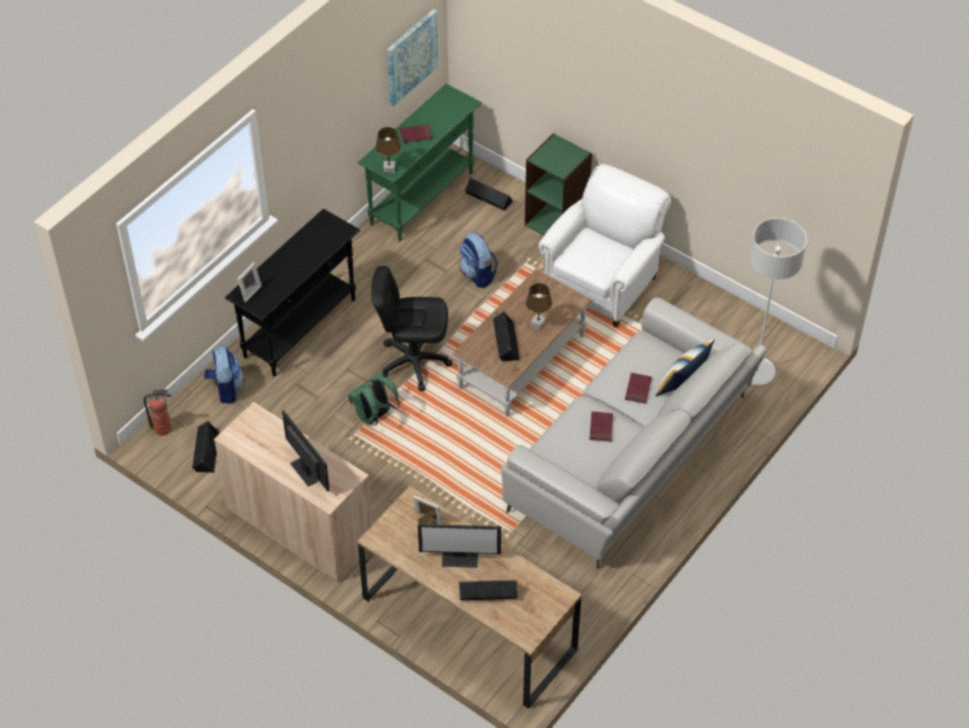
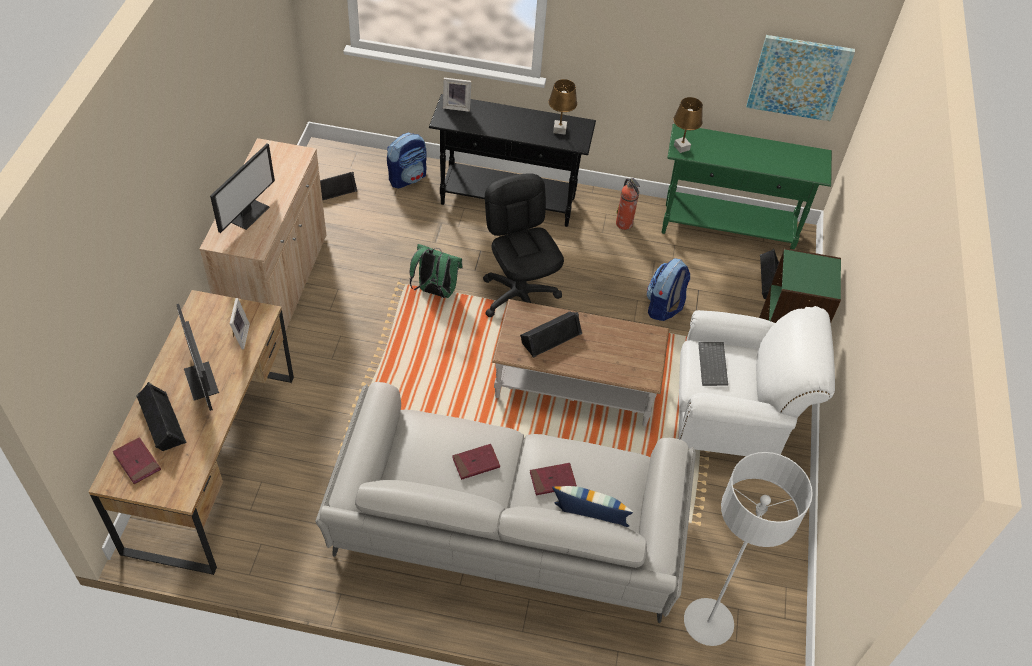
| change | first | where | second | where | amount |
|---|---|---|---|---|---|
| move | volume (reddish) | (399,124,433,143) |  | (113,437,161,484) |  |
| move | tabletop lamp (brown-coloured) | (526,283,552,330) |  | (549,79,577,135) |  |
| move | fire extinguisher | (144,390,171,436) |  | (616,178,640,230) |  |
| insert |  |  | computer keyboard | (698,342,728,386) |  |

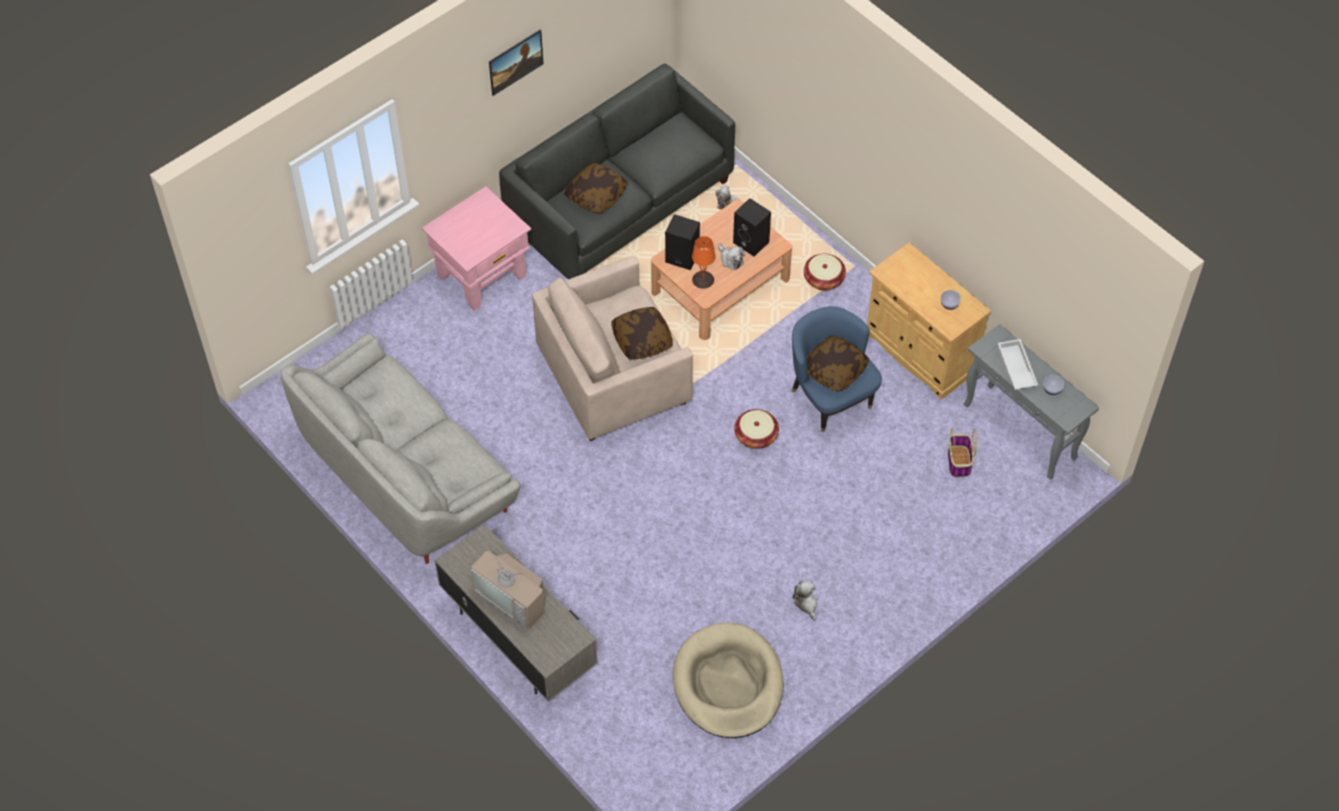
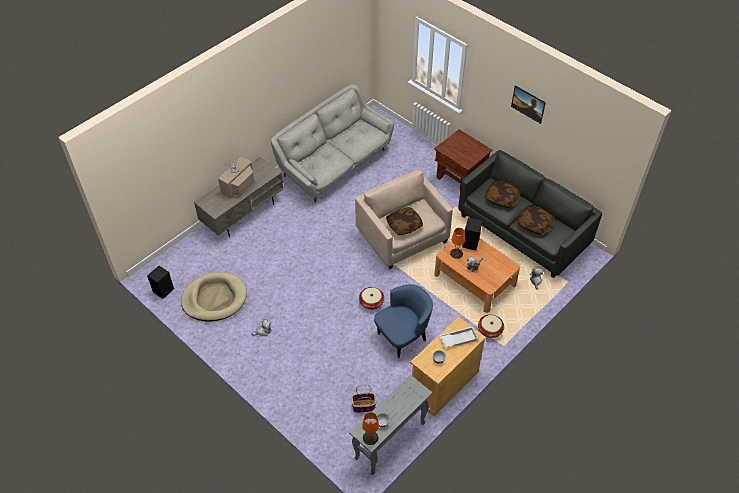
| change | first | where | second | where | amount |
|---|---|---|---|---|---|
| recolor | end table (pinkish) | (422,186,532,311) | end table (brown-coloured) | (434,129,493,190) |  |
| move | loudspeaker (black) | (733,198,771,256) |  | (147,265,174,299) |  |
| move | cushion | (807,336,869,392) |  | (517,205,554,234) |  |
| move | serving tray (white-coloured) | (998,339,1038,390) |  | (439,326,478,348) |  |
| insert |  |  | tabletop lamp (orange-coloured) | (362,412,379,445) |  |

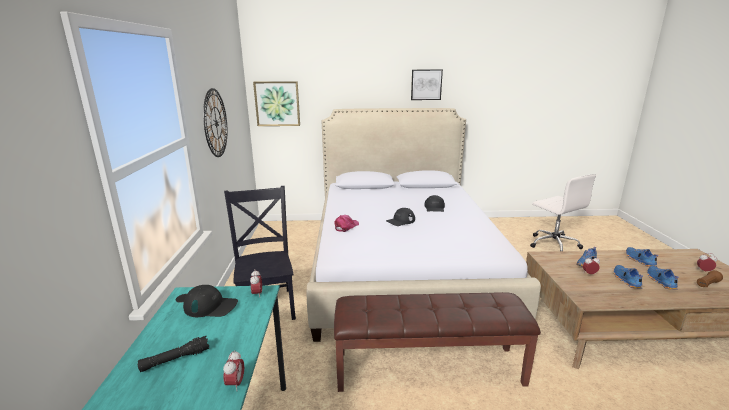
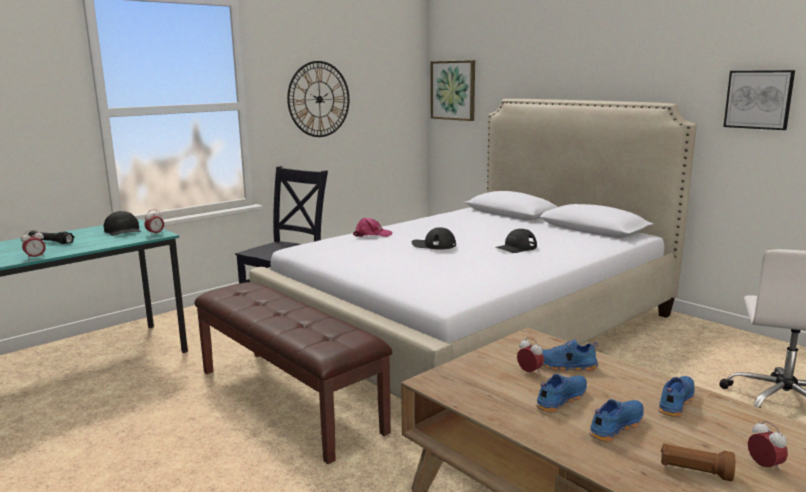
| change | first | where | second | where | amount |
|---|---|---|---|---|---|
| move | wall picture | (411,70,443,100) |  | (723,70,795,130) |  |

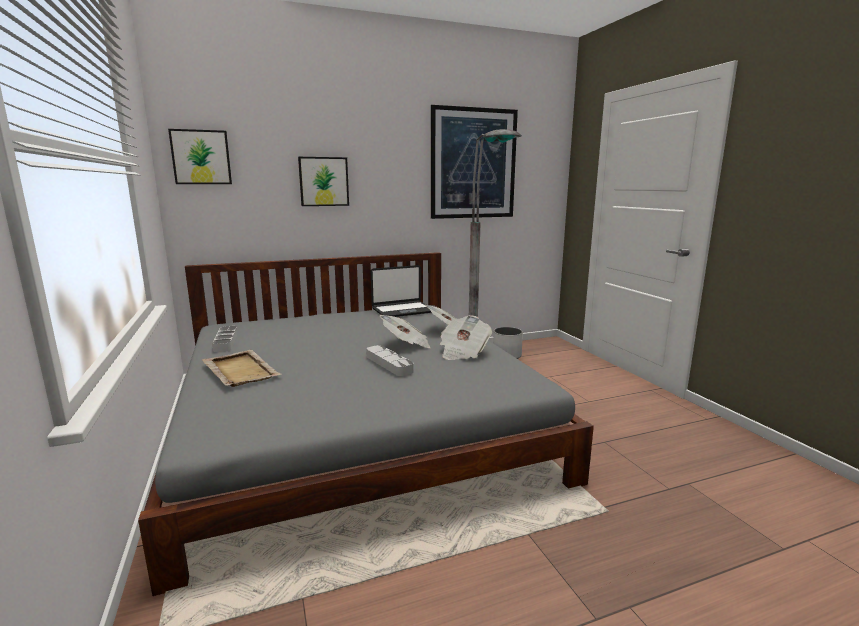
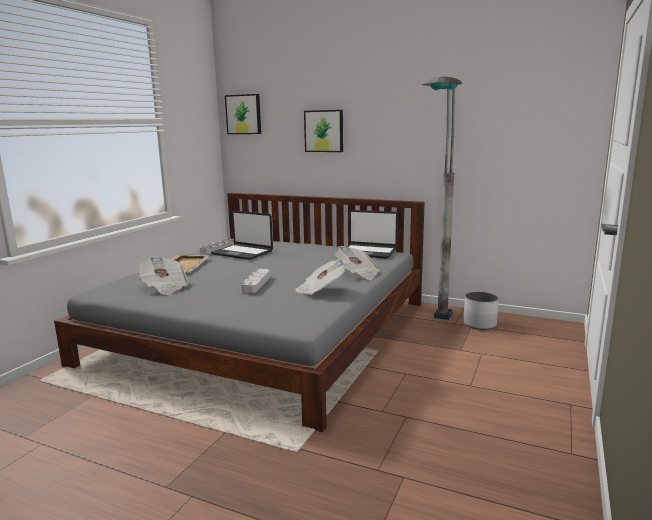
| change | first | where | second | where | amount |
|---|---|---|---|---|---|
| delete | wall picture | (431,105,518,219) |  |  |  |
| move | newspaper | (380,315,430,348) |  | (139,256,188,295) |  |
| insert |  |  | portable computer | (211,211,273,260) |  |

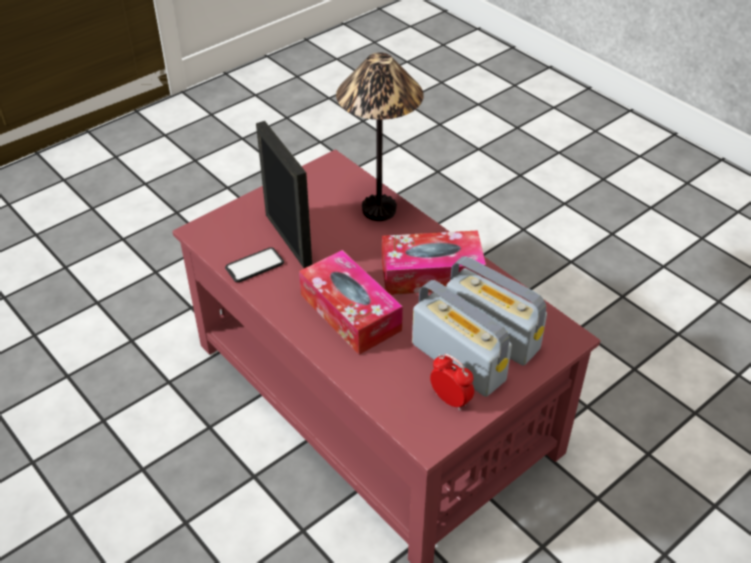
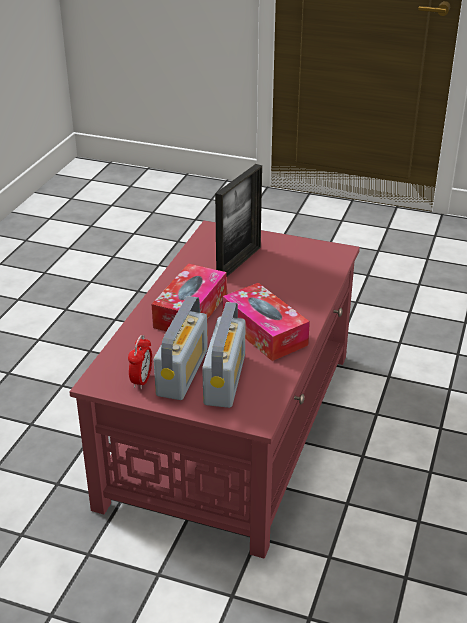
| change | first | where | second | where | amount |
|---|---|---|---|---|---|
| delete | tabletop lamp | (336,52,424,221) |  |  |  |
| delete | telephone | (225,247,284,282) |  |  |  |

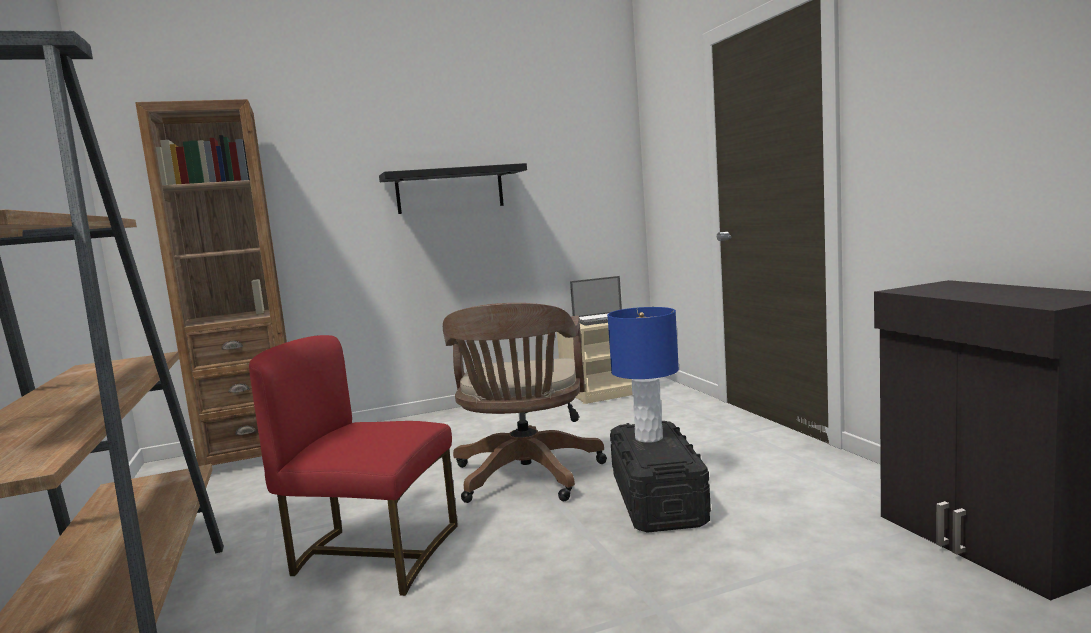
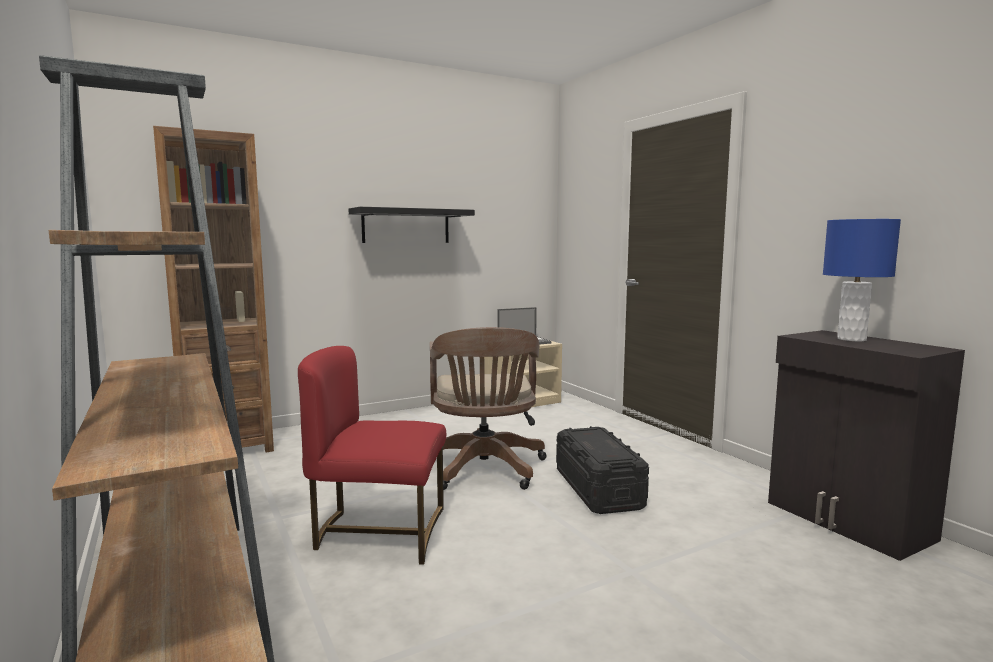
| change | first | where | second | where | amount |
|---|---|---|---|---|---|
| move | tabletop lamp (blue-coloured) | (607,307,679,443) |  | (823,219,901,341) |  |

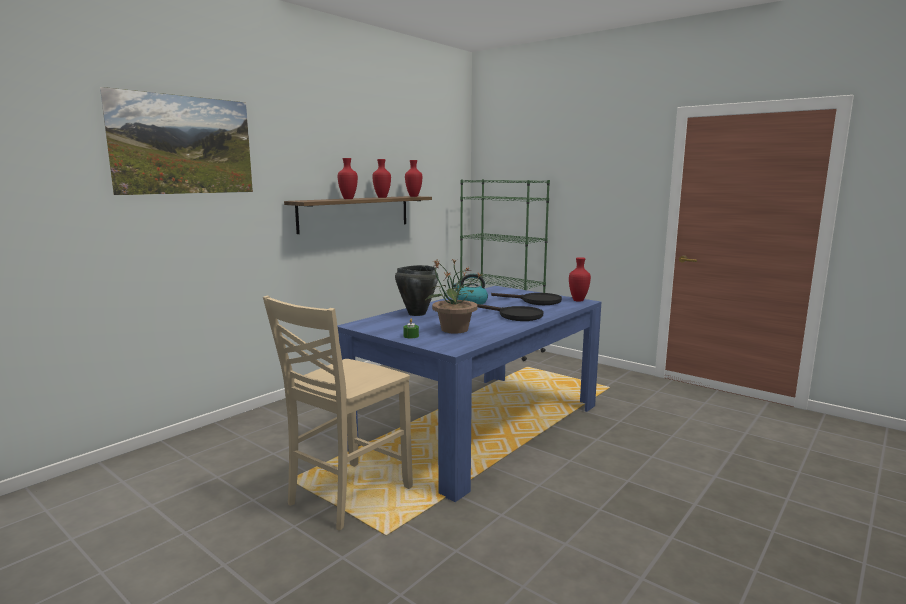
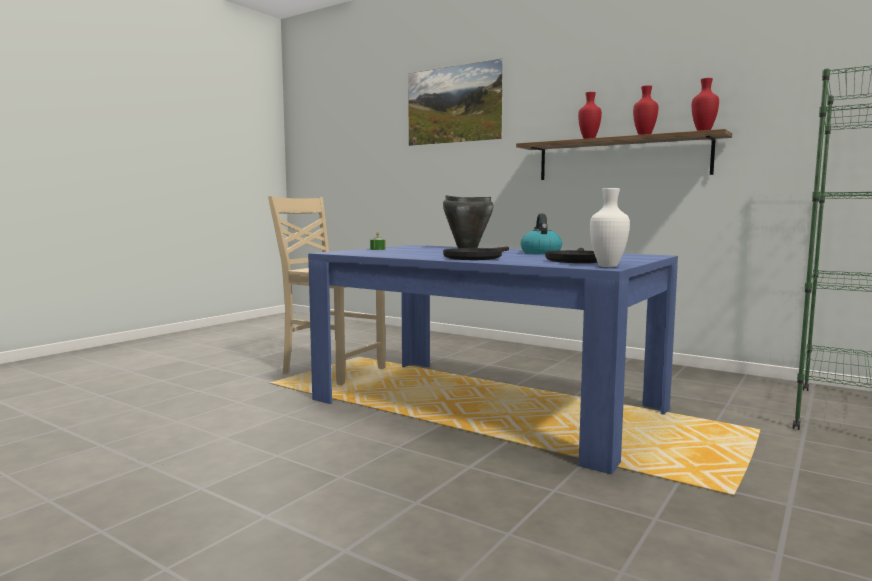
| change | first | where | second | where | amount |
|---|---|---|---|---|---|
| recolor | vase (reddish) | (569,257,591,302) | vase (white-coloured) | (590,188,630,267) |  |
| delete | potted plant | (426,259,483,334) |  |  |  |

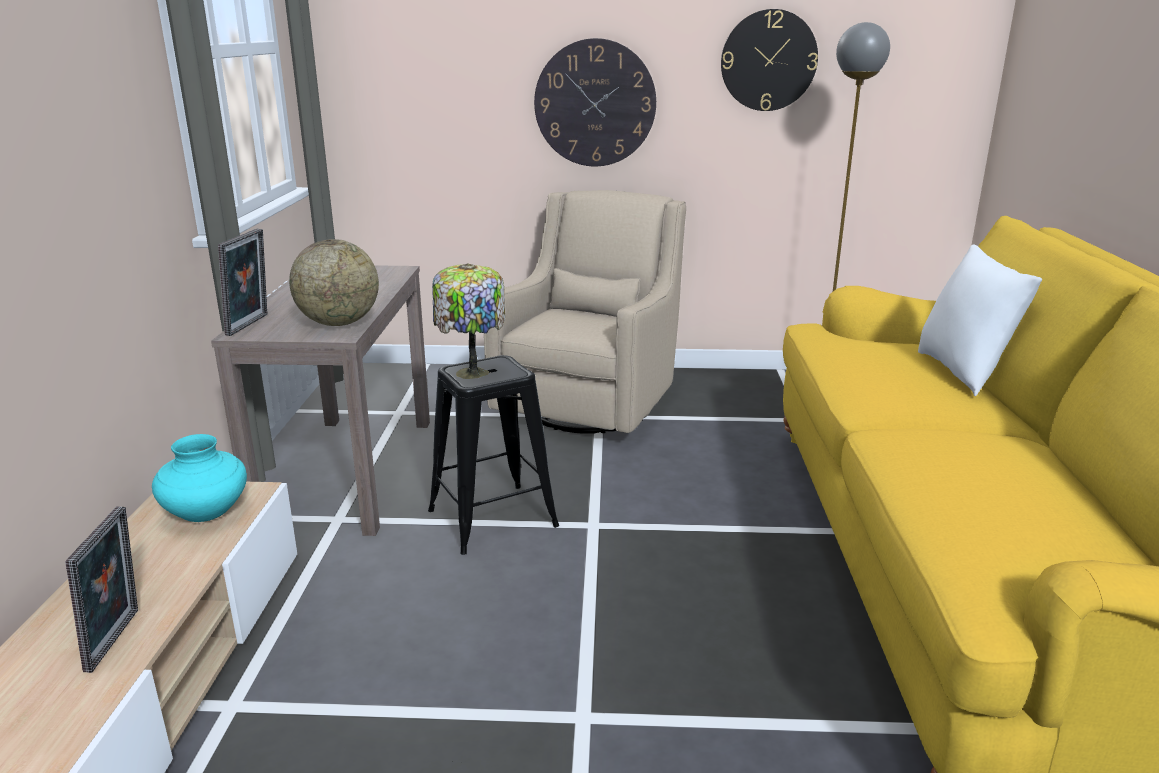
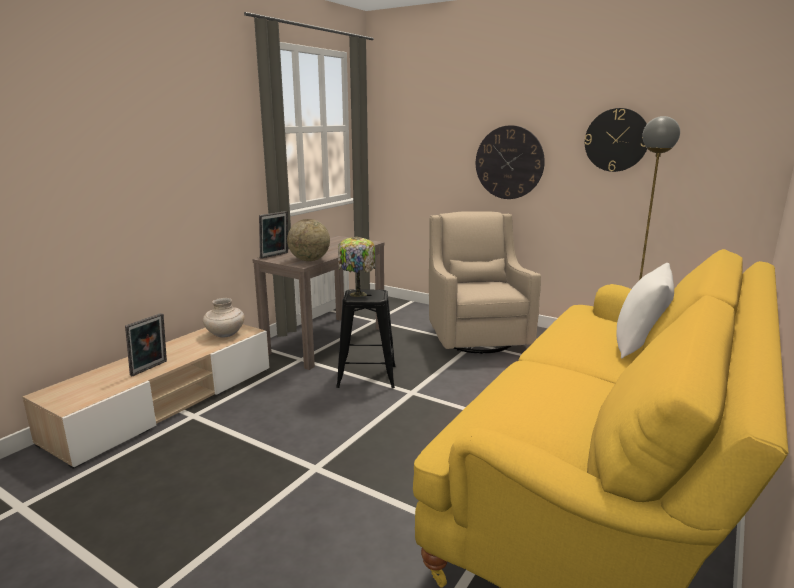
| change | first | where | second | where | amount |
|---|---|---|---|---|---|
| rotate | easy chair (beige-coloured) | (484,190,686,434) |  | (429,211,541,354) | 60 degrees counterclockwise |
| recolor | vase (blue-green) | (152,434,247,522) | vase (beige-coloured) | (203,298,245,338) |  |

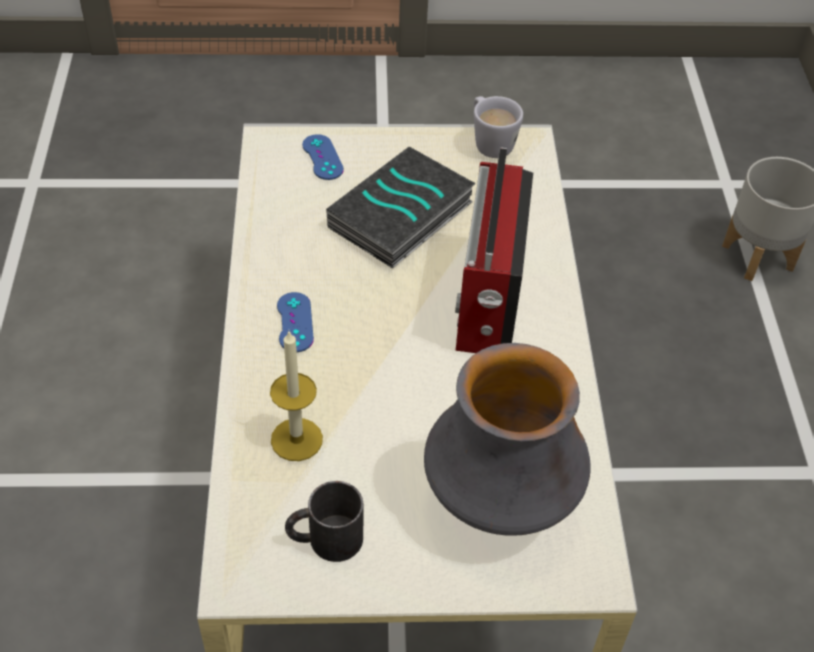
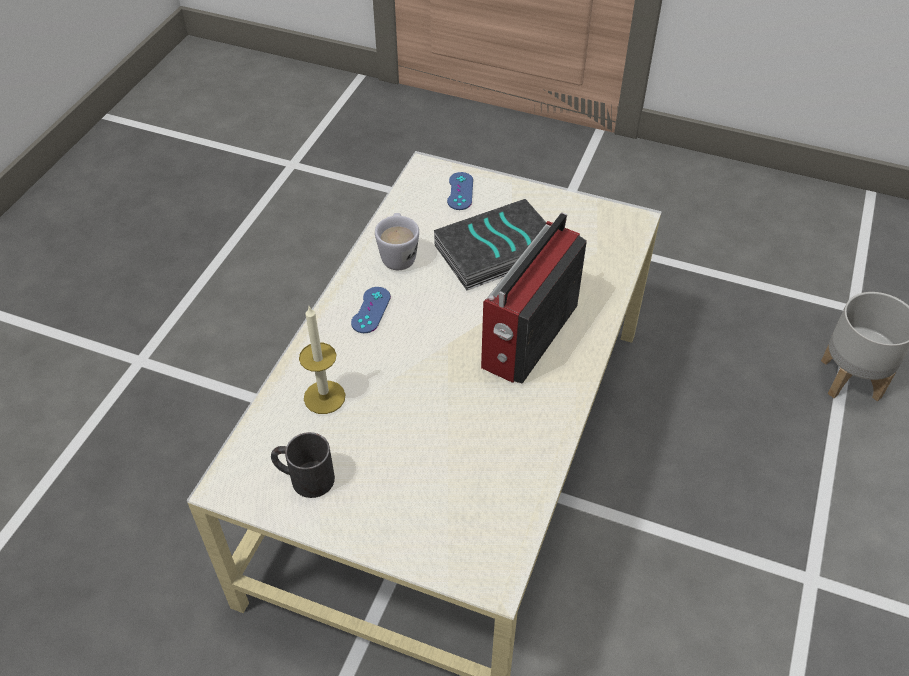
| change | first | where | second | where | amount |
|---|---|---|---|---|---|
| move | mug (white-coloured) | (474,96,523,158) |  | (375,213,419,270) |  |
| delete | vase | (424,343,591,536) |  |  |  |

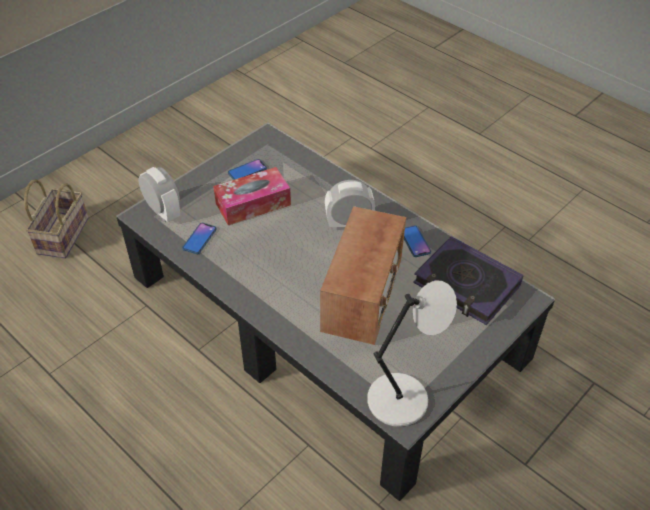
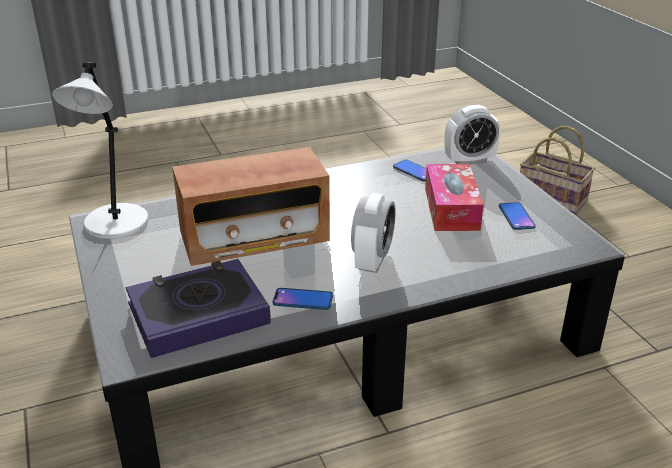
| change | first | where | second | where | amount |
|---|---|---|---|---|---|
| rotate | radio receiver | (320,206,406,345) |  | (172,147,330,266) | 60 degrees counterclockwise |

